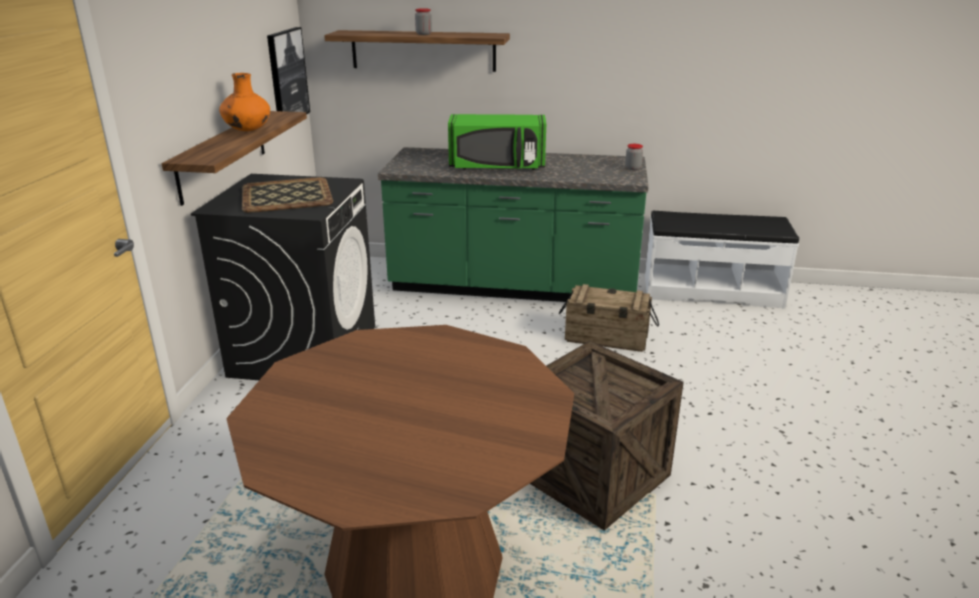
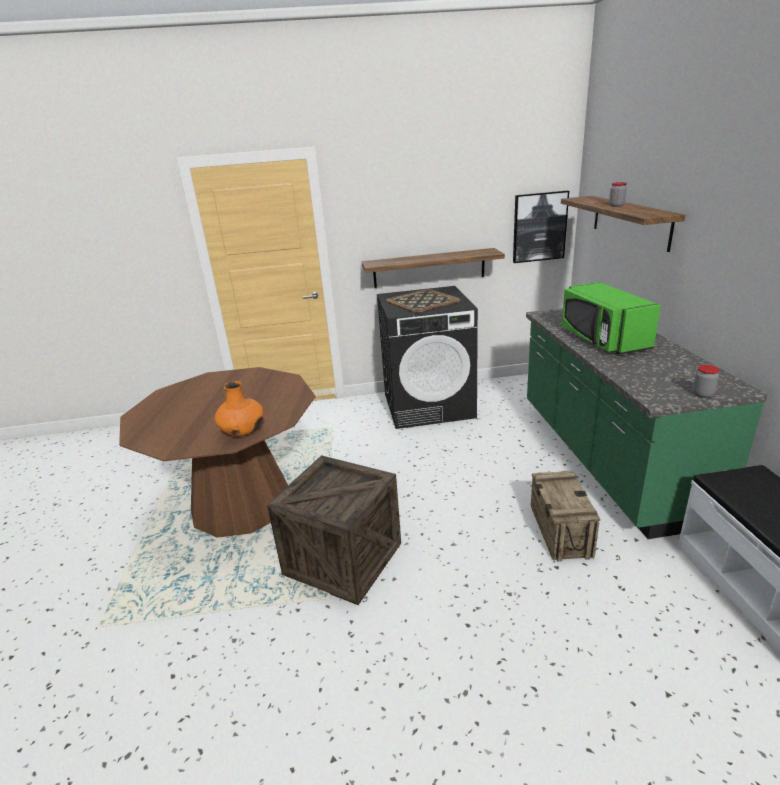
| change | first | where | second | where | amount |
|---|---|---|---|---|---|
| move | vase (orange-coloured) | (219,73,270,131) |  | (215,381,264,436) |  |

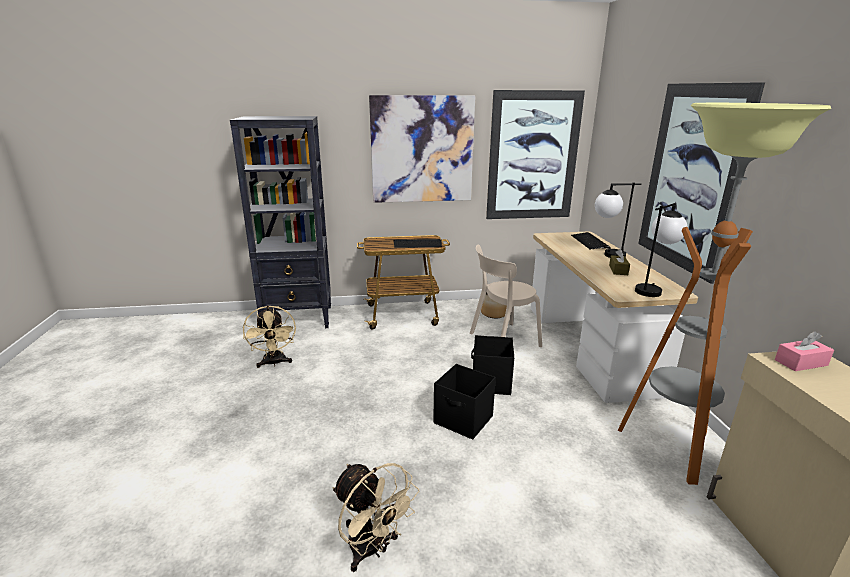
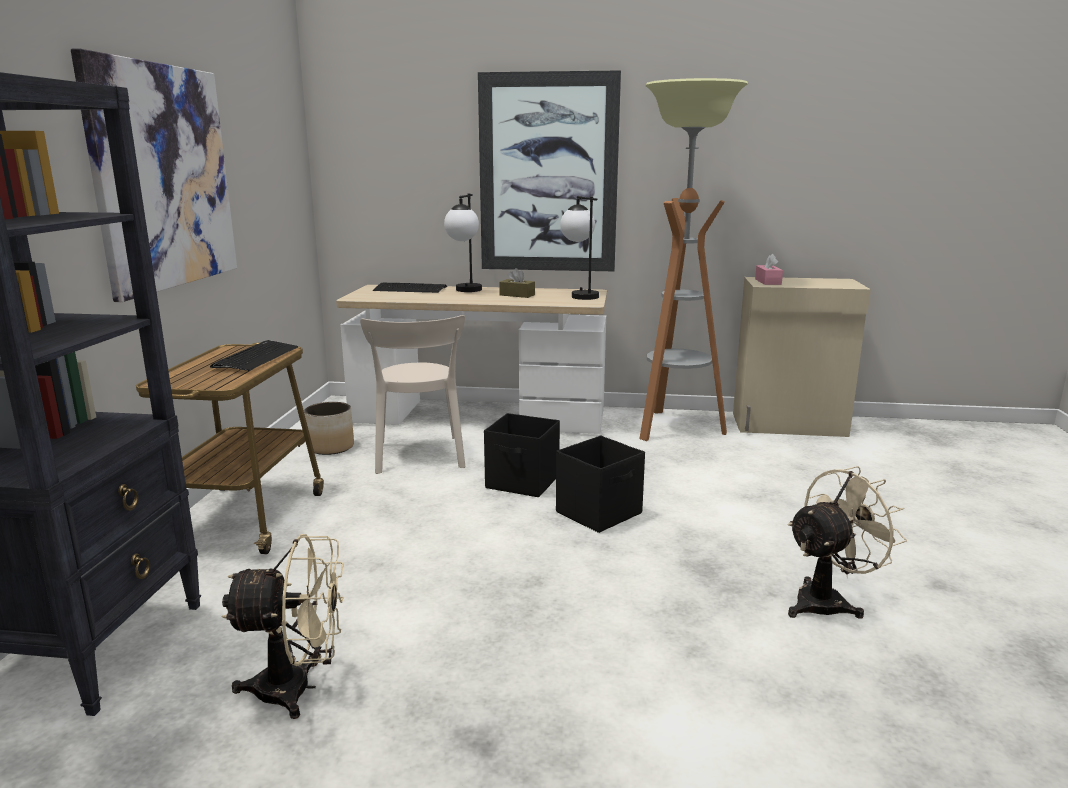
| change | first | where | second | where | amount |
|---|---|---|---|---|---|
| delete | wall picture | (486,90,585,219) |  |  |  |

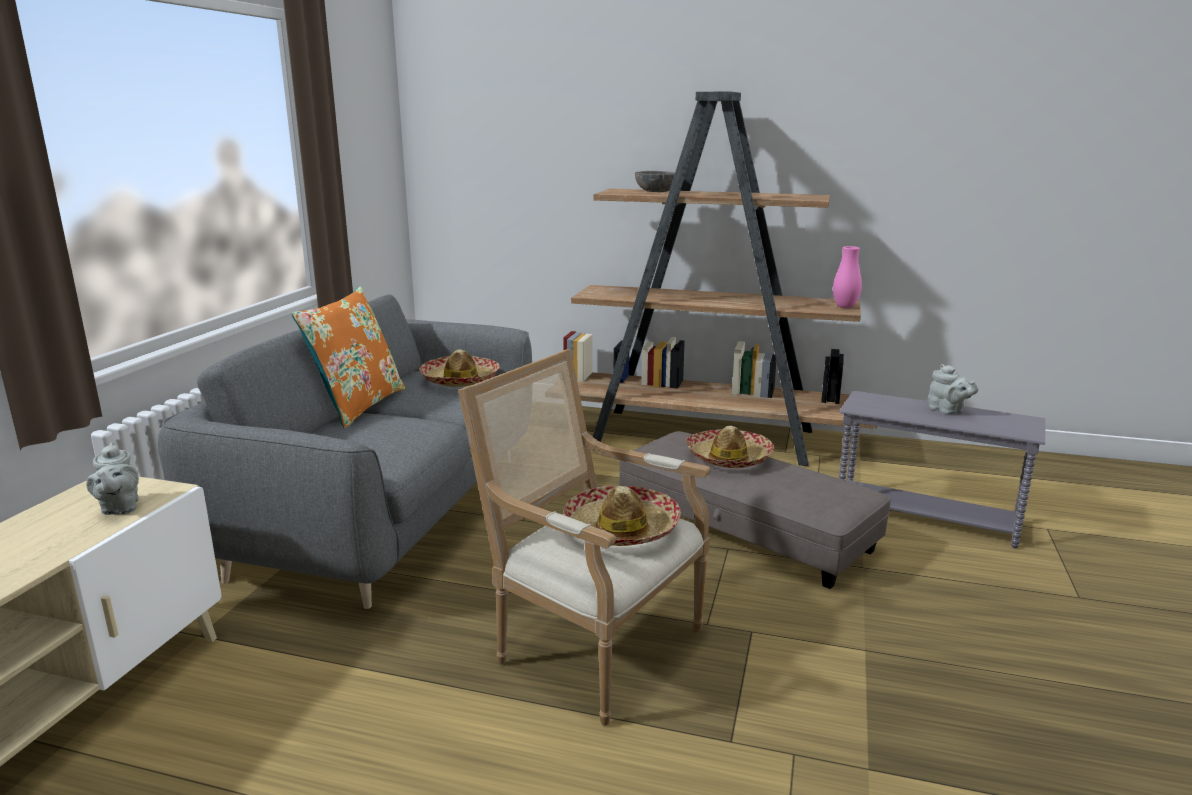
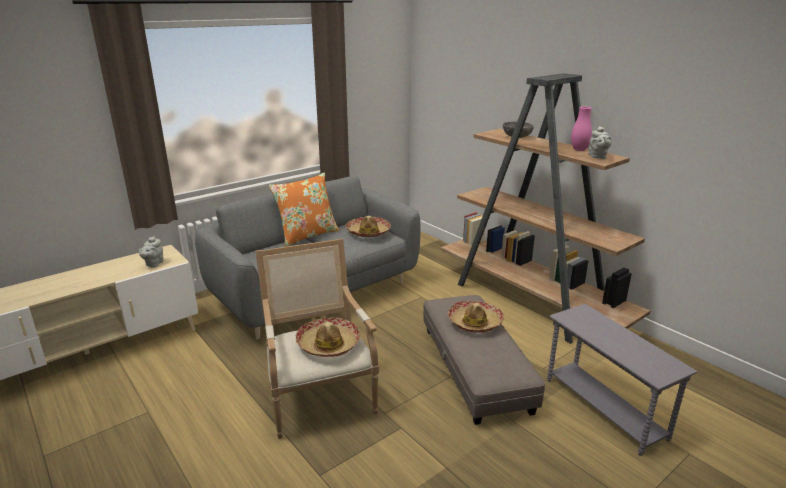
| change | first | where | second | where | amount |
|---|---|---|---|---|---|
| move | vase (pinkish) | (833,246,862,308) |  | (571,106,592,151) |  |
| move | tea pot (grey) | (929,364,978,414) |  | (588,126,612,159) |  |

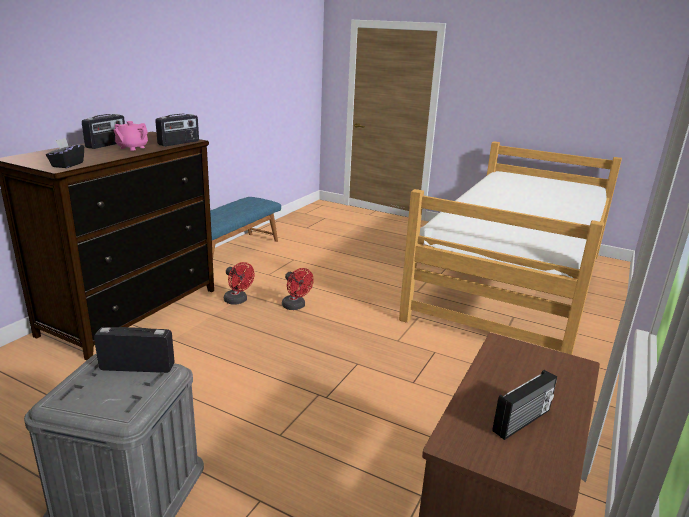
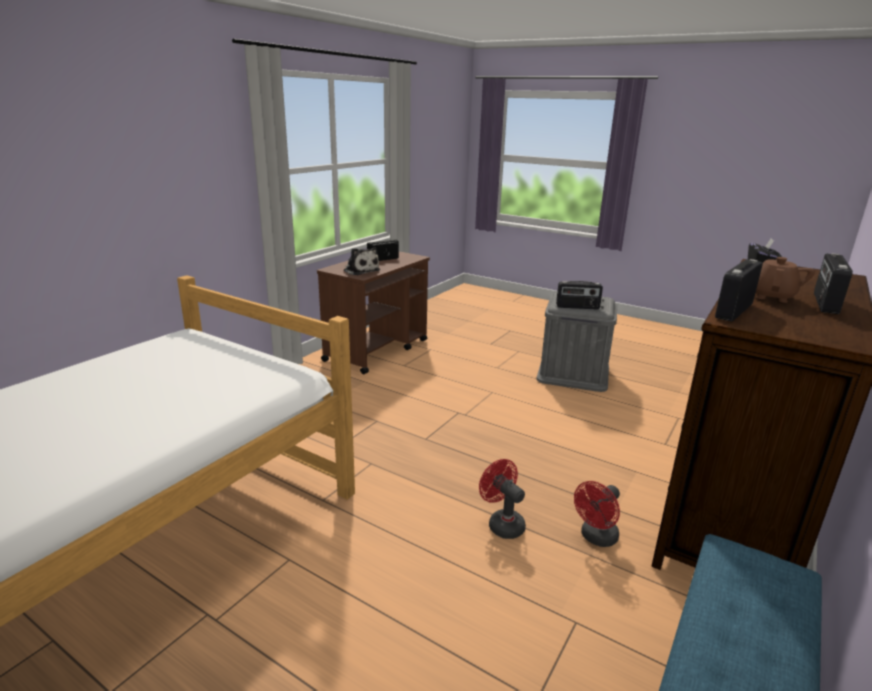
| change | first | where | second | where | amount |
|---|---|---|---|---|---|
| recolor | tea pot (pinkish) | (114,121,148,151) | tea pot (brown-coloured) | (756,257,815,303) |  |
| rotate | fan (reddish) | (224,262,254,305) |  | (574,481,620,547) | 90 degrees counterclockwise |
| insert |  |  | plush toy | (344,247,380,275) |  |

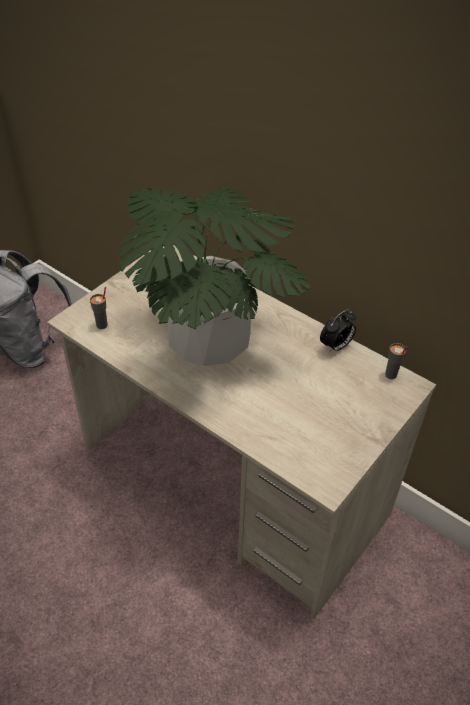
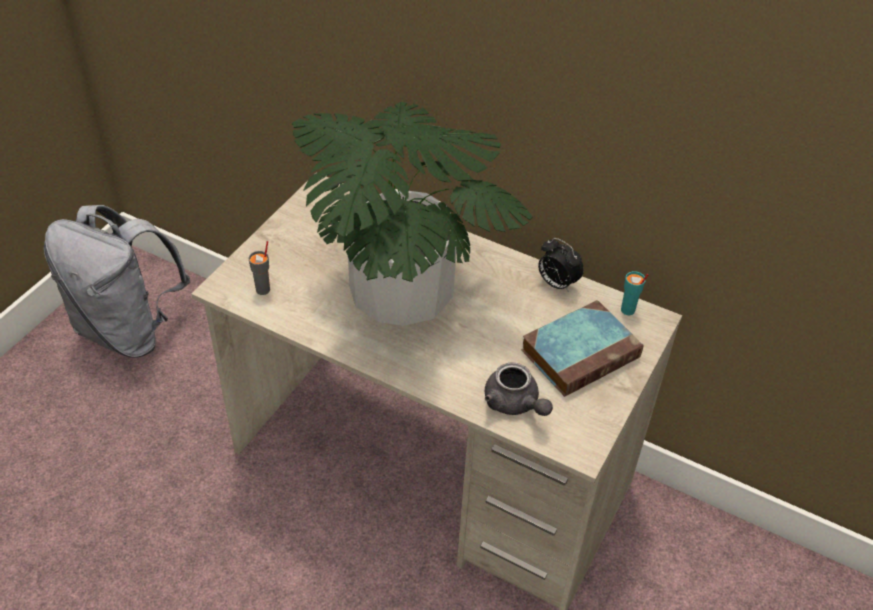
| change | first | where | second | where | amount |
|---|---|---|---|---|---|
| rotate | bedside clock | (320,309,356,353) |  | (538,238,584,293) | 90 degrees clockwise |
| recolor | drinking cup (grey) | (385,343,408,379) | drinking cup (blue-green) | (621,271,649,315) |  |
| insert |  |  | volume | (521,300,643,397) |  |
| insert |  |  | tea pot (grey) | (485,362,553,416) |  |

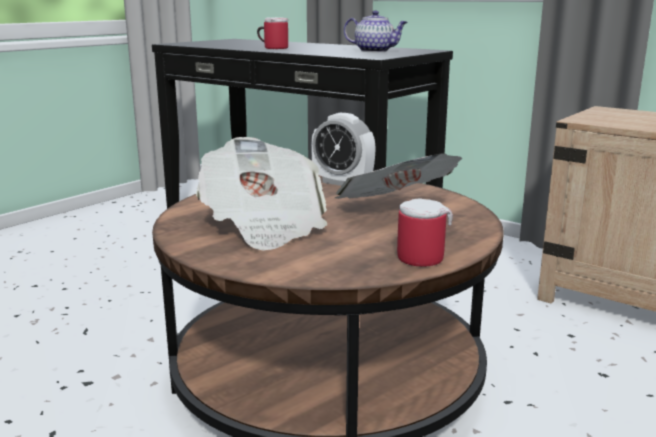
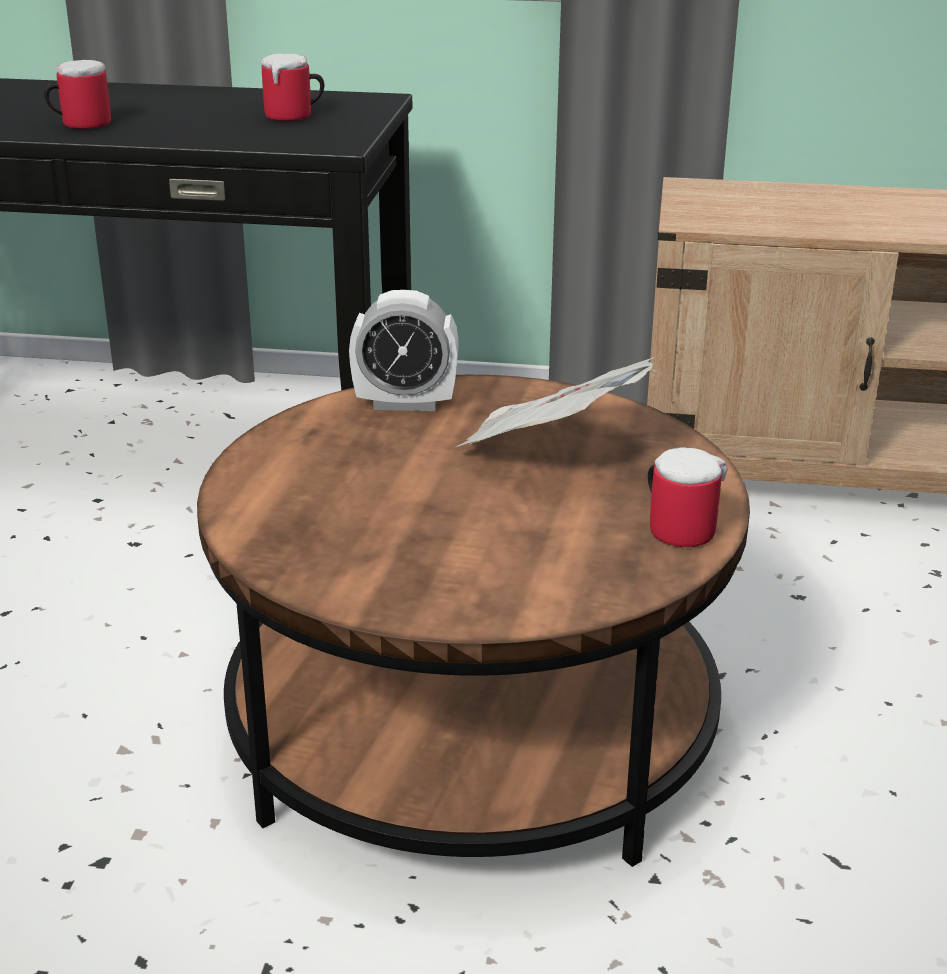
| change | first | where | second | where | amount |
|---|---|---|---|---|---|
| replace | tea pot | (344,10,408,52) | mug | (260,54,324,121) |  |
| delete | newspaper | (196,137,327,251) |  |  |  |

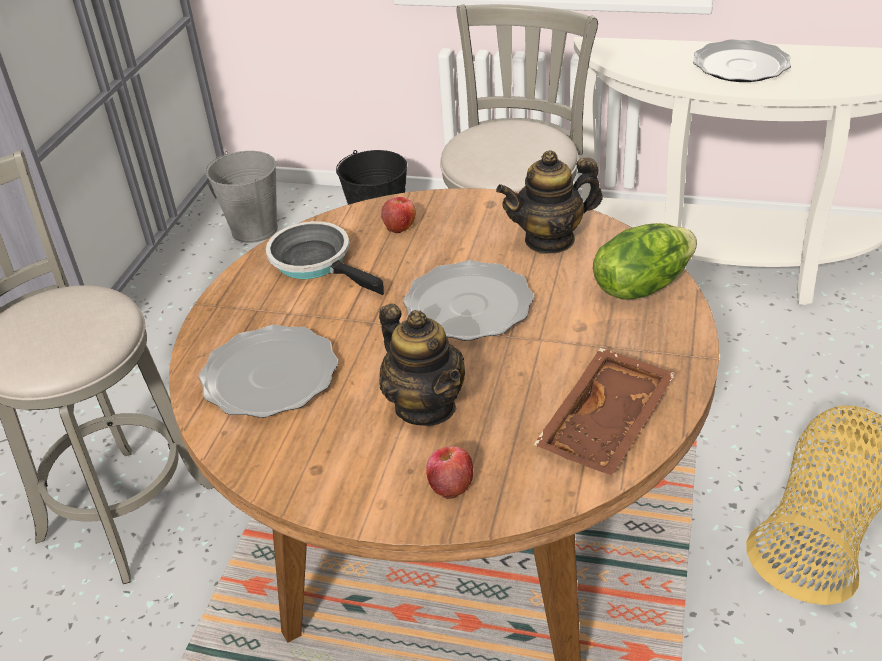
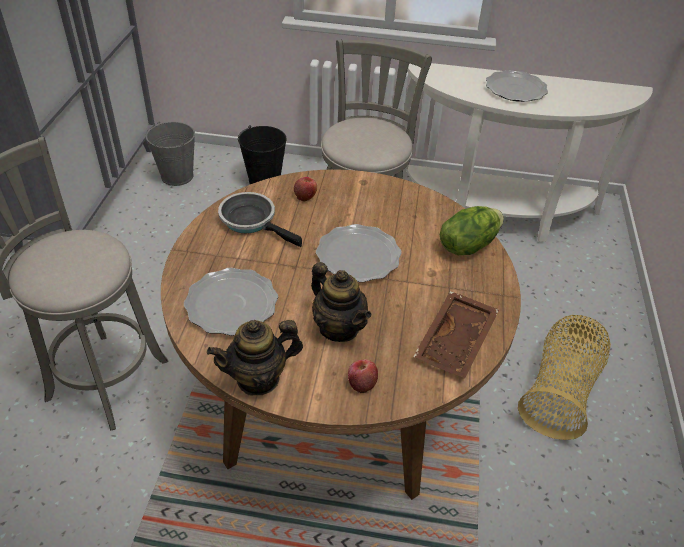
| change | first | where | second | where | amount |
|---|---|---|---|---|---|
| move | tea pot | (496,150,603,254) |  | (207,320,303,395) |  |

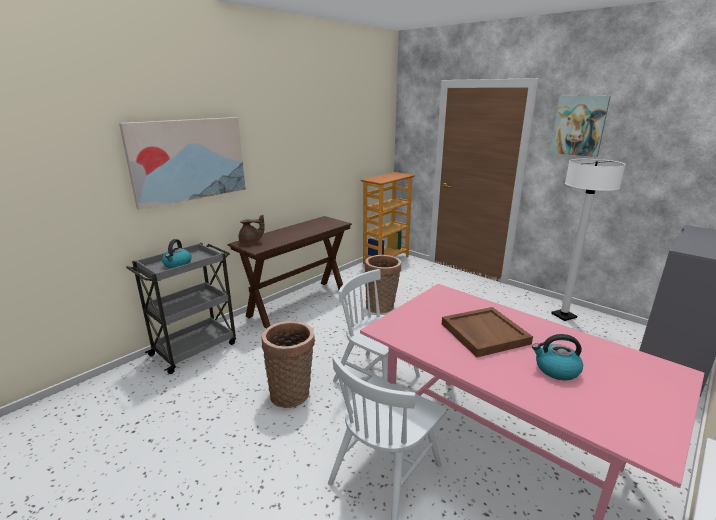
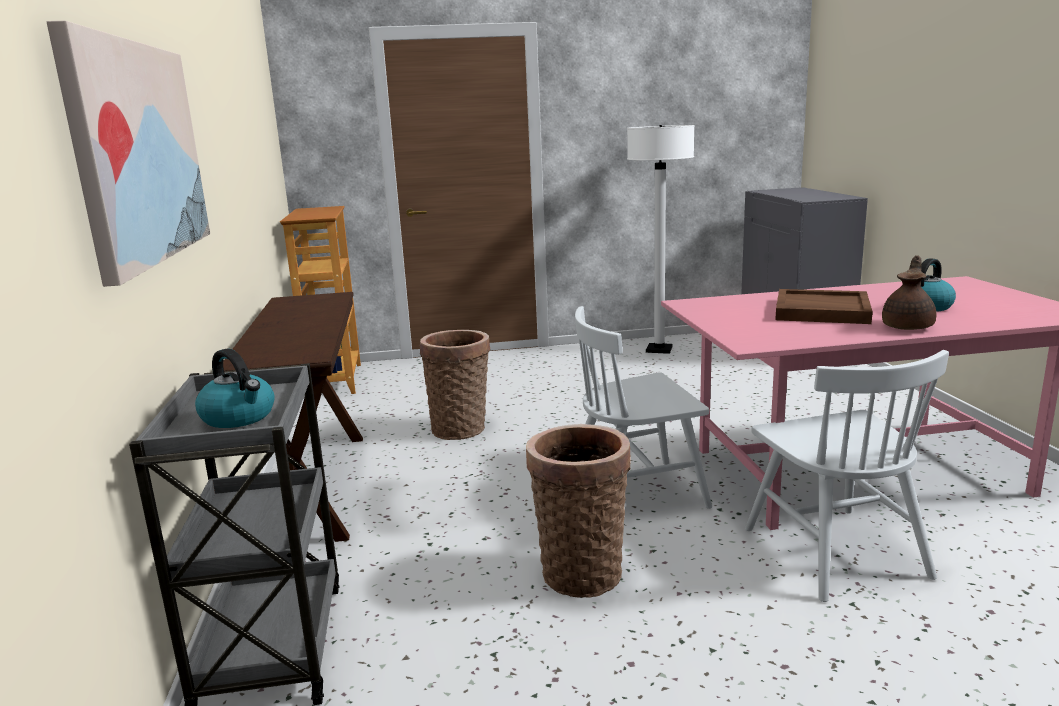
| change | first | where | second | where | amount |
|---|---|---|---|---|---|
| delete | wall picture | (550,96,611,157) |  |  |  |
| move | tea pot (brown-coloured) | (239,215,265,244) |  | (882,255,937,330) |  |

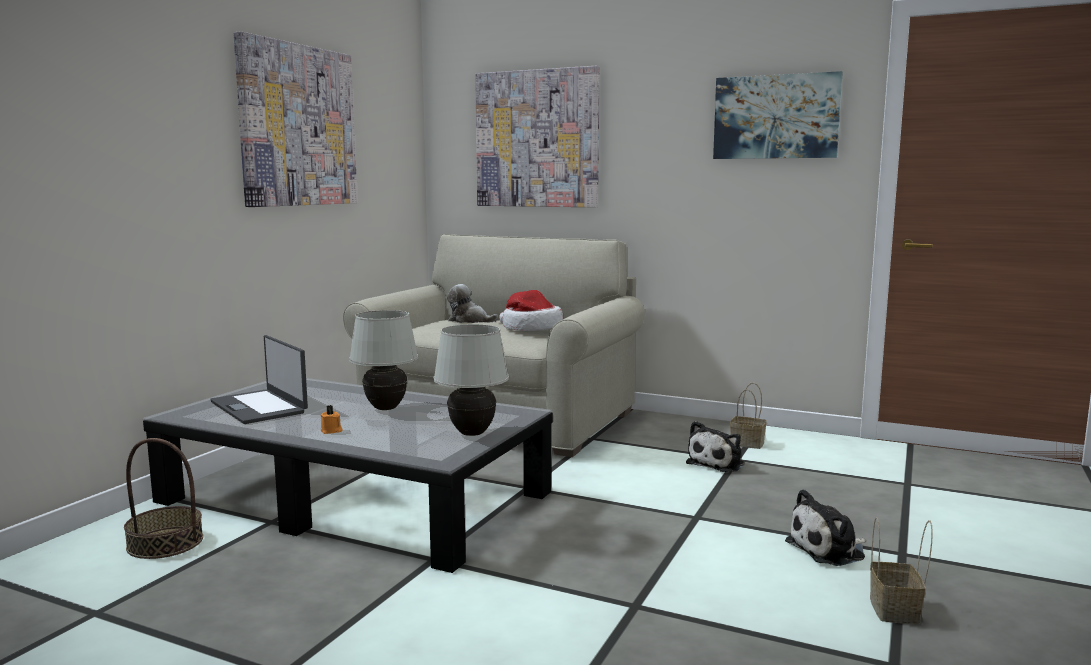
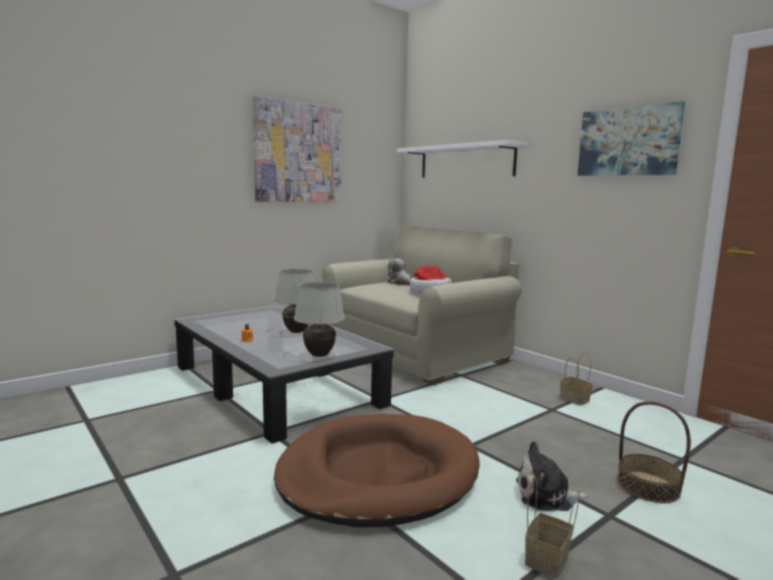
| change | first | where | second | where | amount |
|---|---|---|---|---|---|
| replace | wall picture | (475,66,600,207) | shelf (white-coloured) | (397,140,528,177) |  |
| delete | portable computer | (210,335,308,424) |  |  |  |
| delete | plush toy | (686,421,745,472) |  |  |  |
| move | storage basket | (124,438,203,559) |  | (617,401,691,503) |  |
| insert |  |  | dog bed (brown-coloured) | (274,414,480,527) |  |

